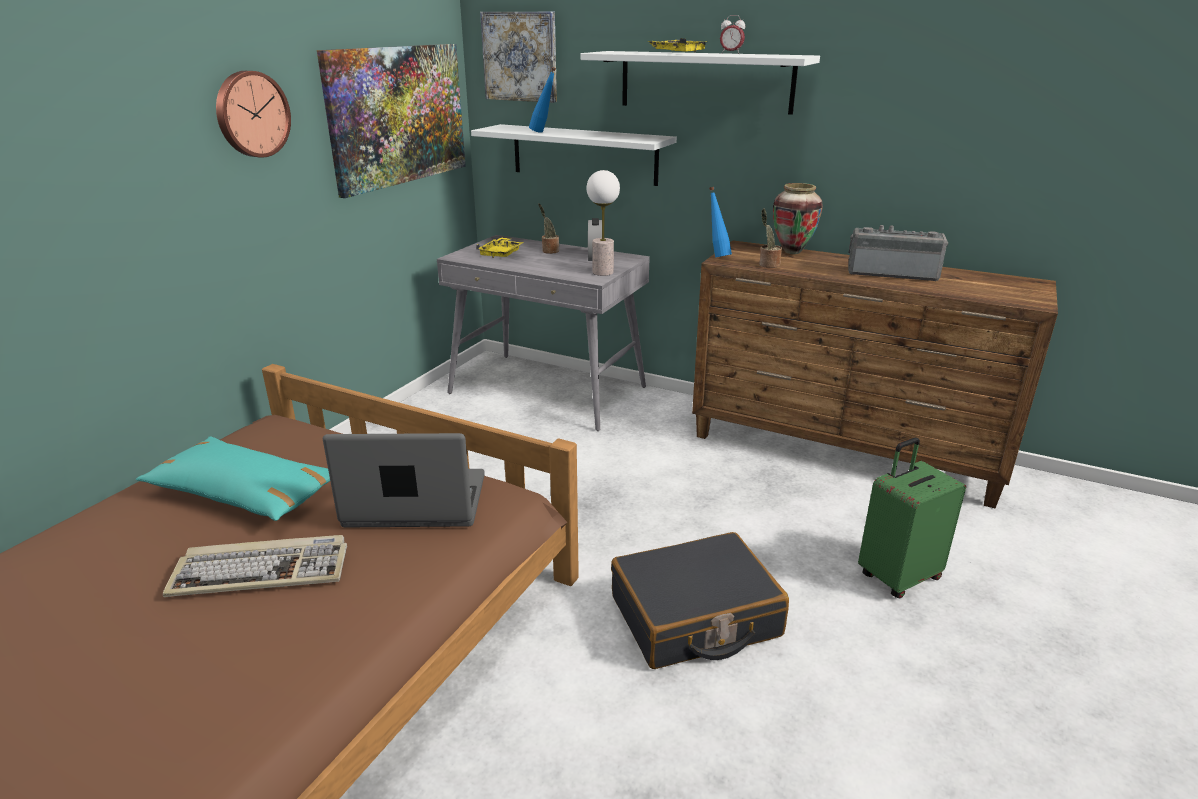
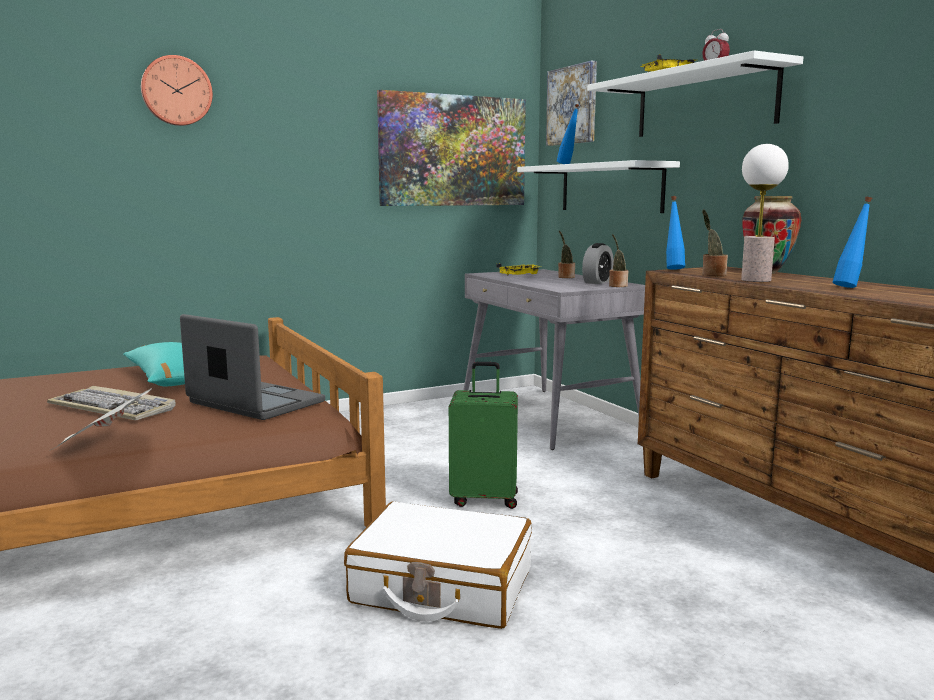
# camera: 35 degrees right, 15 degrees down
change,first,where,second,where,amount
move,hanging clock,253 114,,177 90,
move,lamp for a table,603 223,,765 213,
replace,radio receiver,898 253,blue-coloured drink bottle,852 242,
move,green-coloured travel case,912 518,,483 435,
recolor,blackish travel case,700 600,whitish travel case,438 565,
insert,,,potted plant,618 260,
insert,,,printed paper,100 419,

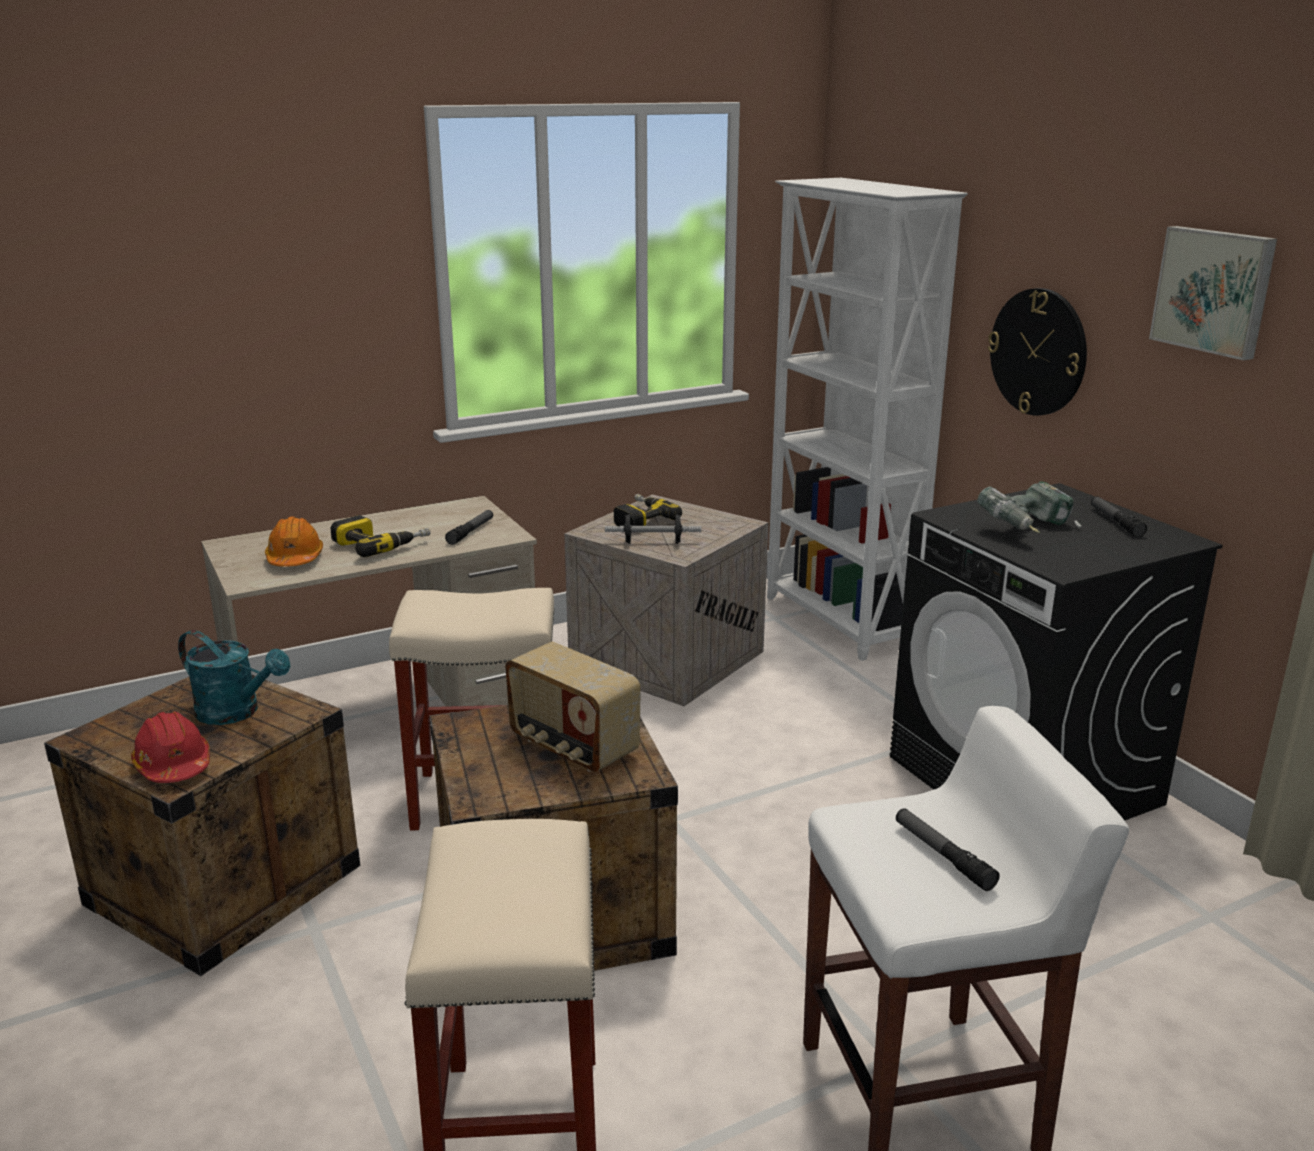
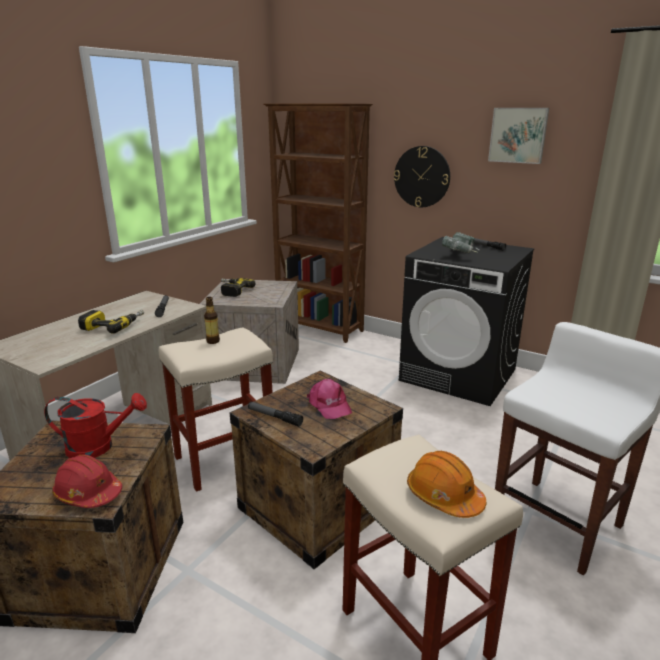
# camera: 30 degrees left, 0 degrees up
change,first,where,second,where,amount
recolor,whitish shelving unit,867 419,brown-coloured shelving unit,318 223,
delete,free weight,653 529,,,
move,orange hard hat,294 541,,446 484,
recolor,blue-green watering pot,234 677,reddish watering pot,95 425,
replace,radio receiver,573 707,pinkish peaked cap,329 399,
move,hand torch,948 849,,275 414,
insert,,,drink bottle,212 320,

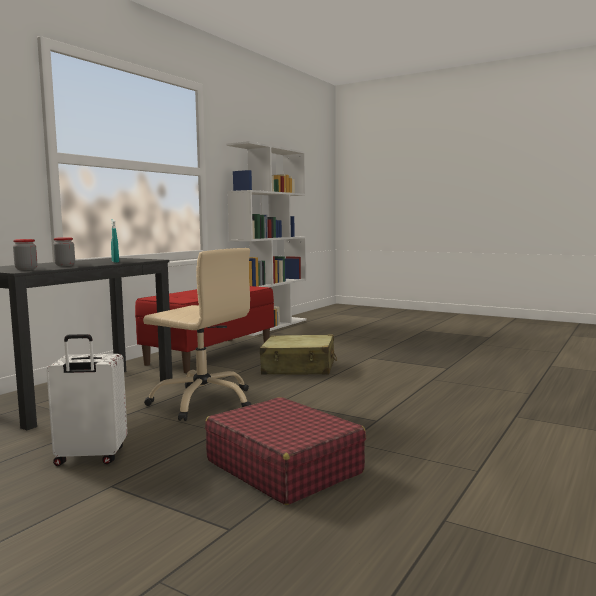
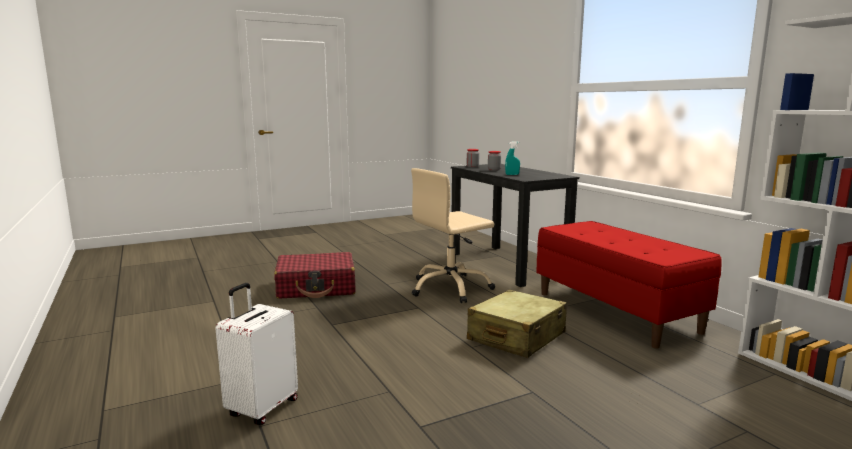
# camera: 120 degrees right, 5 degrees up
change,first,where,second,where,amount
move,whitish travel case,86 400,,256 354,

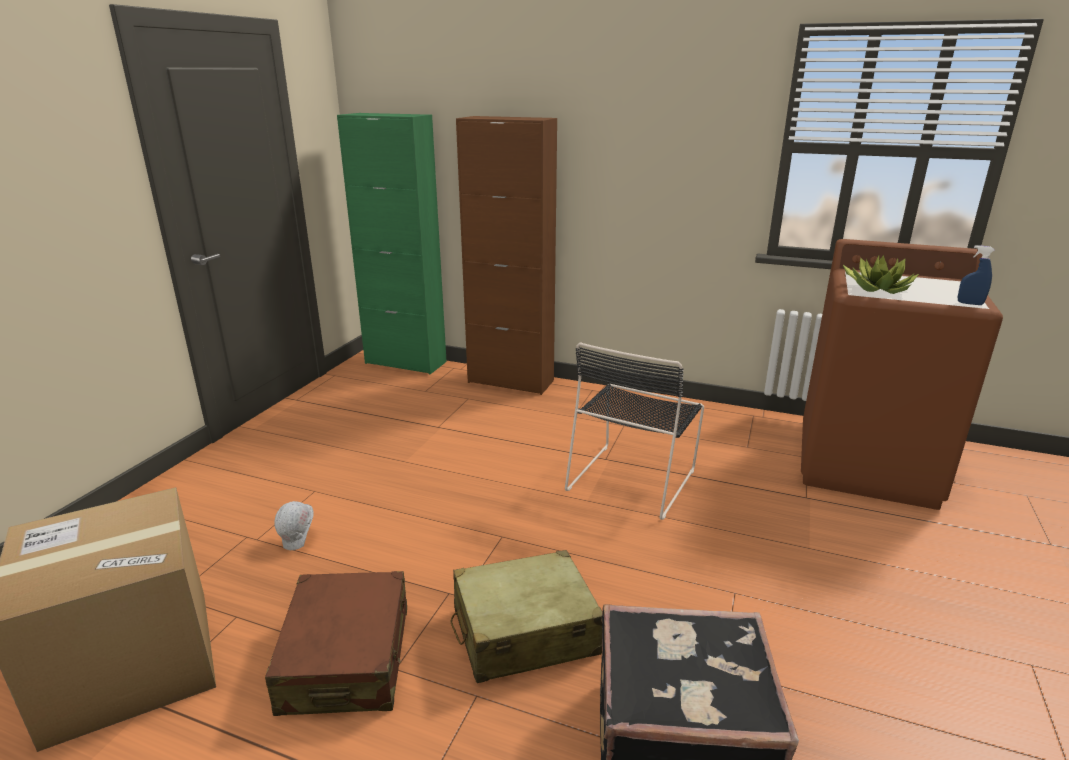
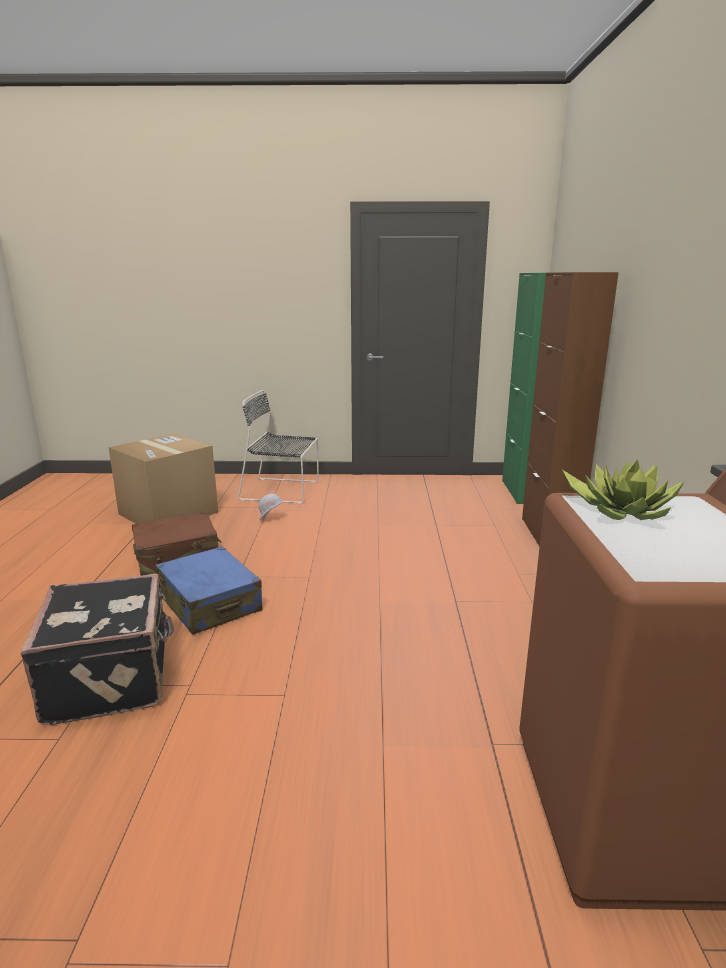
# camera: 70 degrees right, 5 degrees down
change,first,where,second,where,amount
delete,blue-coloured sprayer,976 275,,,
move,blackish chair,634 431,,278 447,
recolor,beige-coloured travel case,526 616,blue-coloured travel case,208 590,

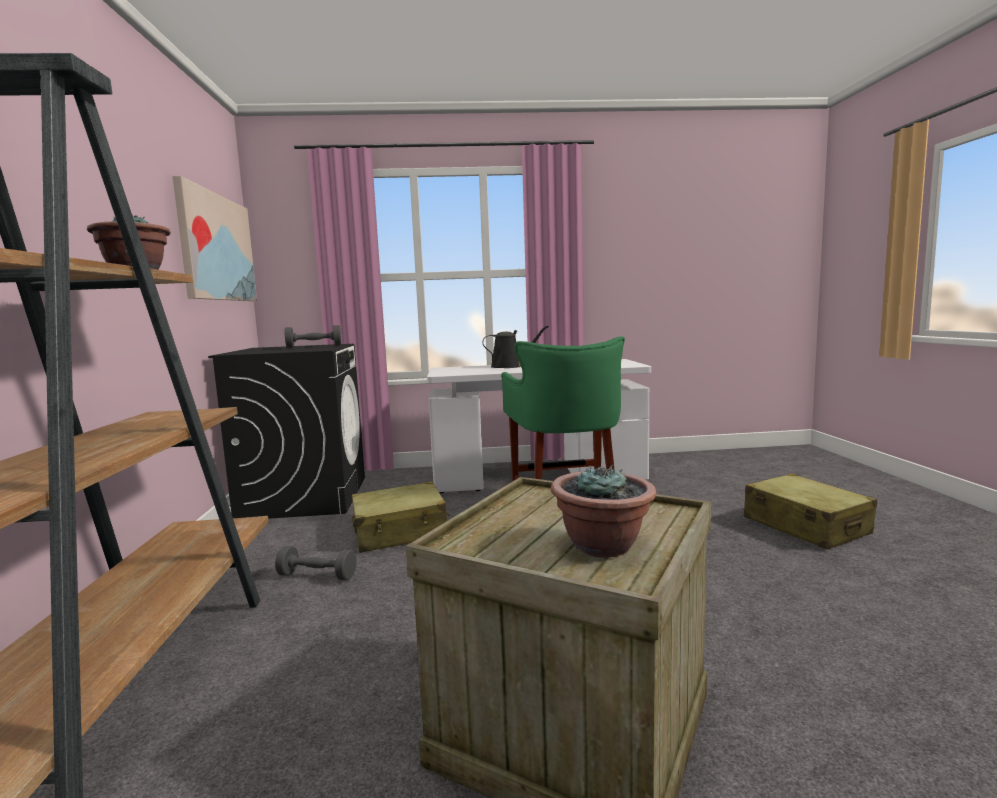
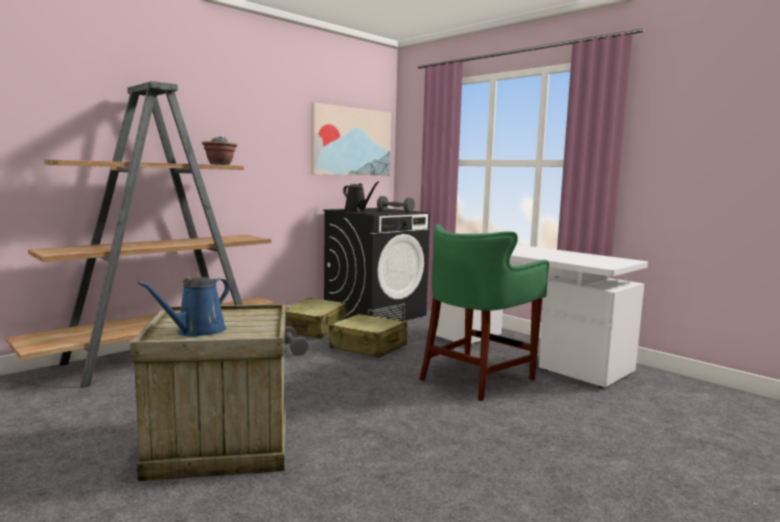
# camera: 50 degrees right, 0 degrees up
change,first,where,second,where,amount
move,blackish watering pot,515 347,,361 197,
replace,potted plant,603 511,blue-coloured watering pot,184 307,
move,beige-coloured travel case,810 511,,316 318,

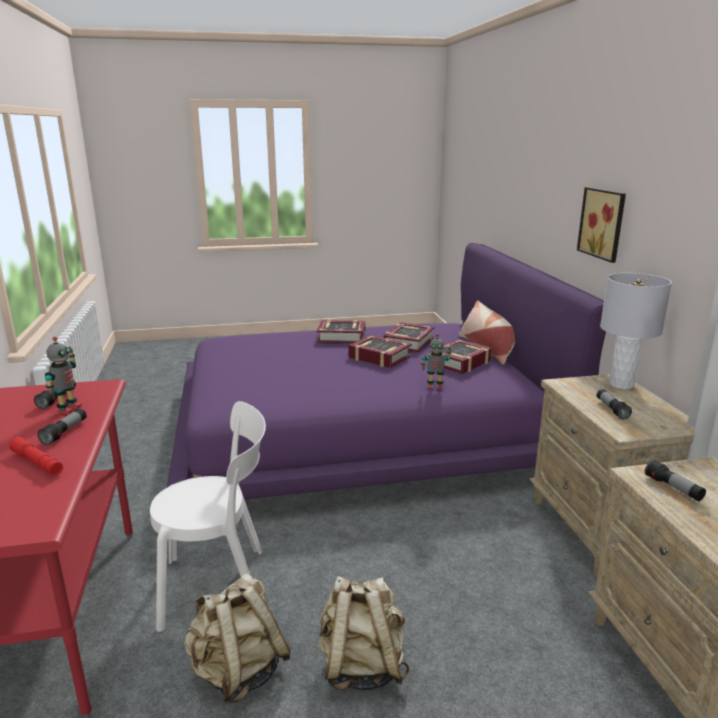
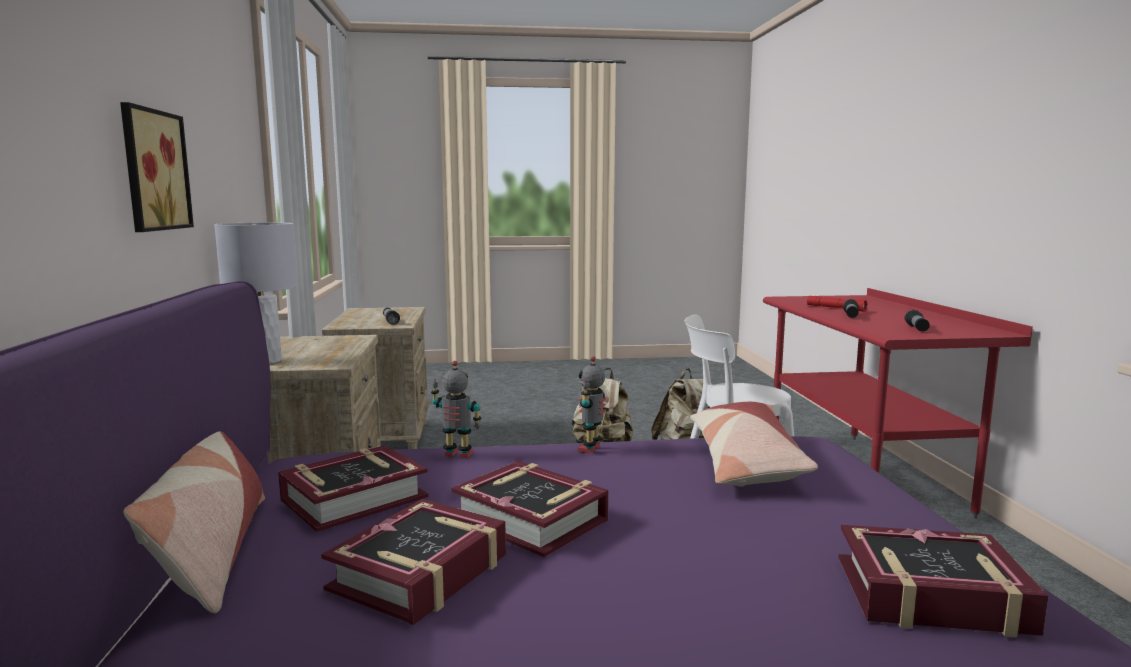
# camera: 175 degrees left, 10 degrees down
change,first,where,second,where,amount
move,volume,341 331,,943 581,
move,toy robot,63 375,,592 404,
delete,hand torch,614 404,,,
insert,,,pillow,754 444,

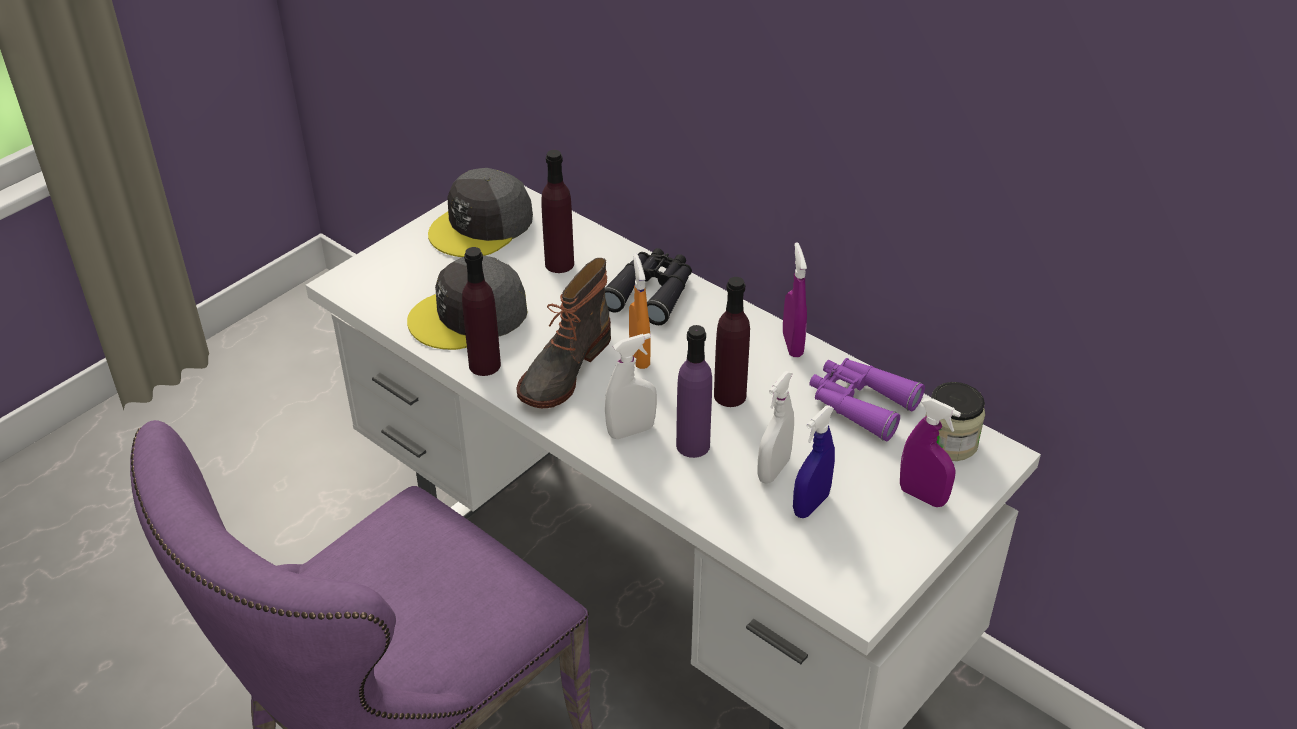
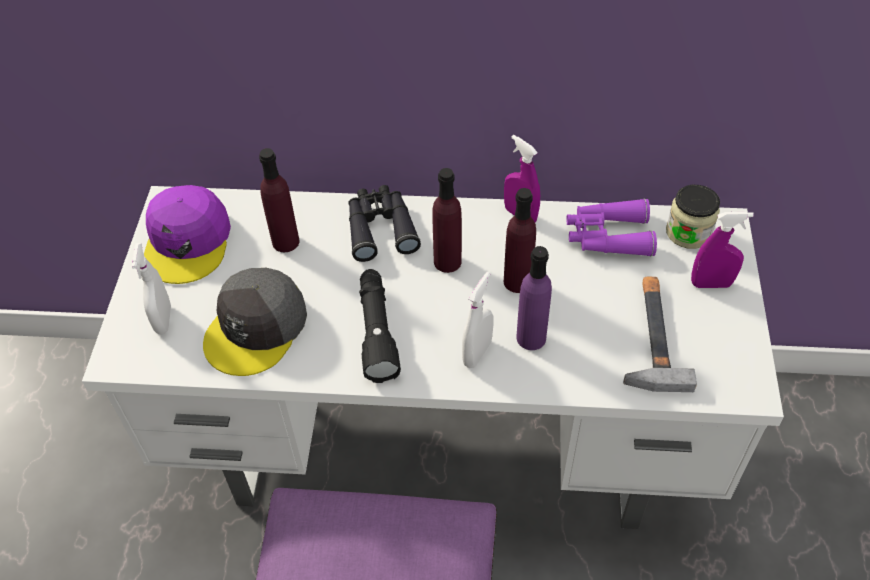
# camera: 35 degrees left, 10 degrees up
change,first,where,second,where,amount
recolor,greyish peaked cap,480 212,purple-coloured peaked cap,187 234,
move,purple-coloured drink bottle,481 311,,447 220,
delete,orange sprayer,639 311,,,
replace,high-top boot,563 333,blackish hand torch,380 326,
move,whitish sprayer,775 427,,151 288,
replace,blue-coloured sprayer,814 461,hand hammer,660 334,

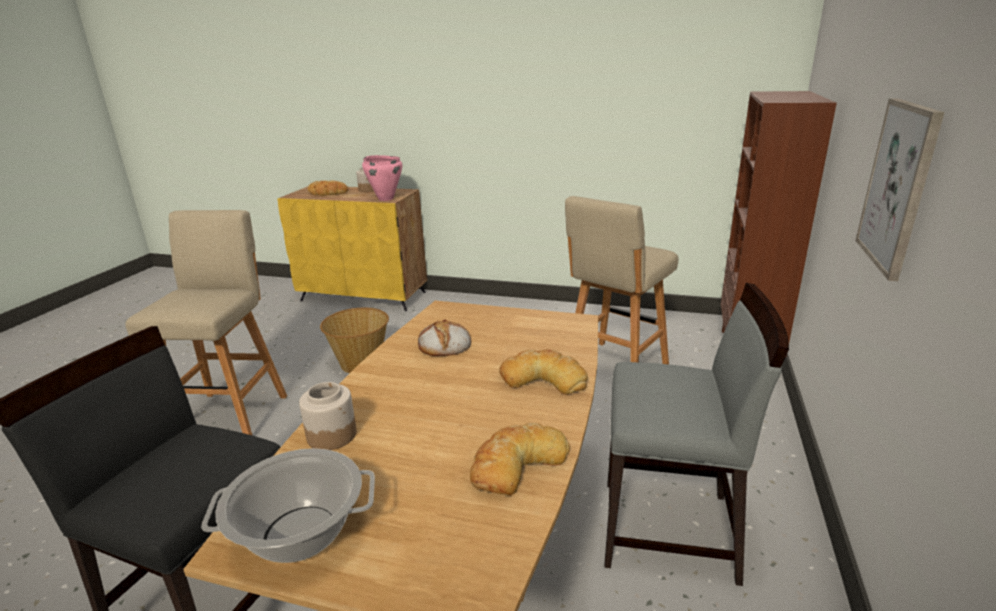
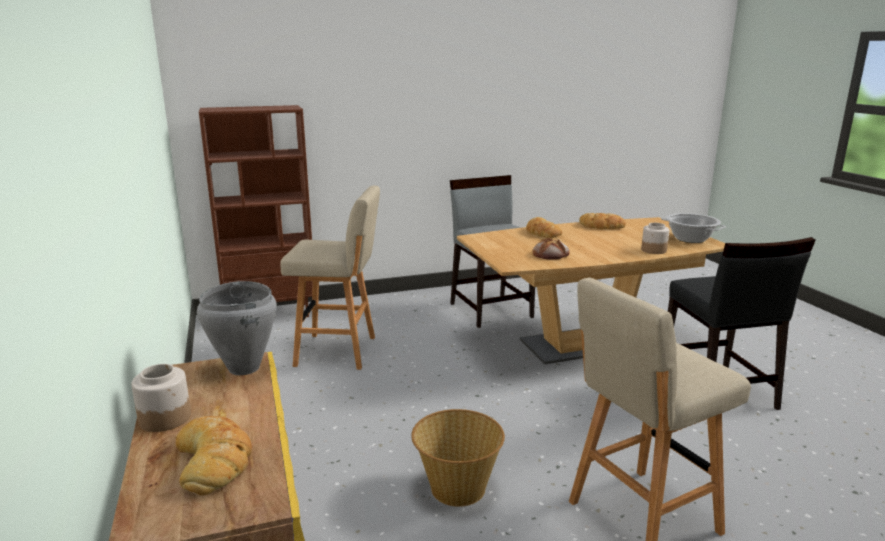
# camera: 125 degrees left, 5 degrees down
change,first,where,second,where,amount
delete,wall picture,900 189,,,
recolor,pinkish stockpot,382 178,greyish stockpot,237 328,

